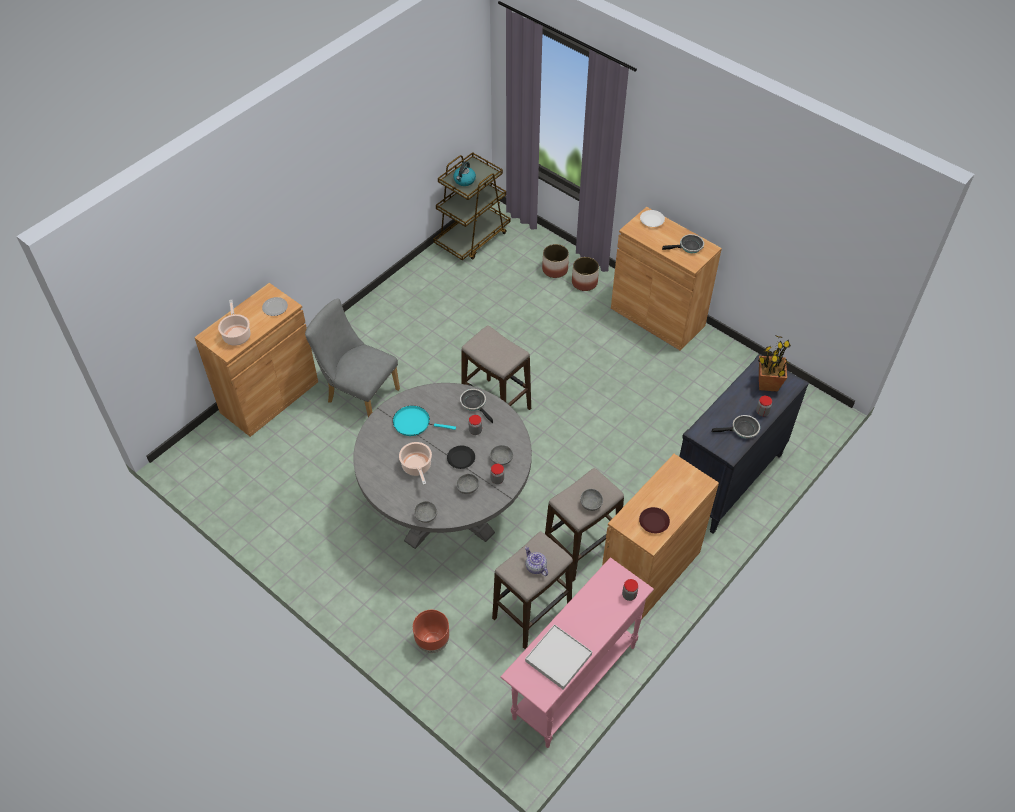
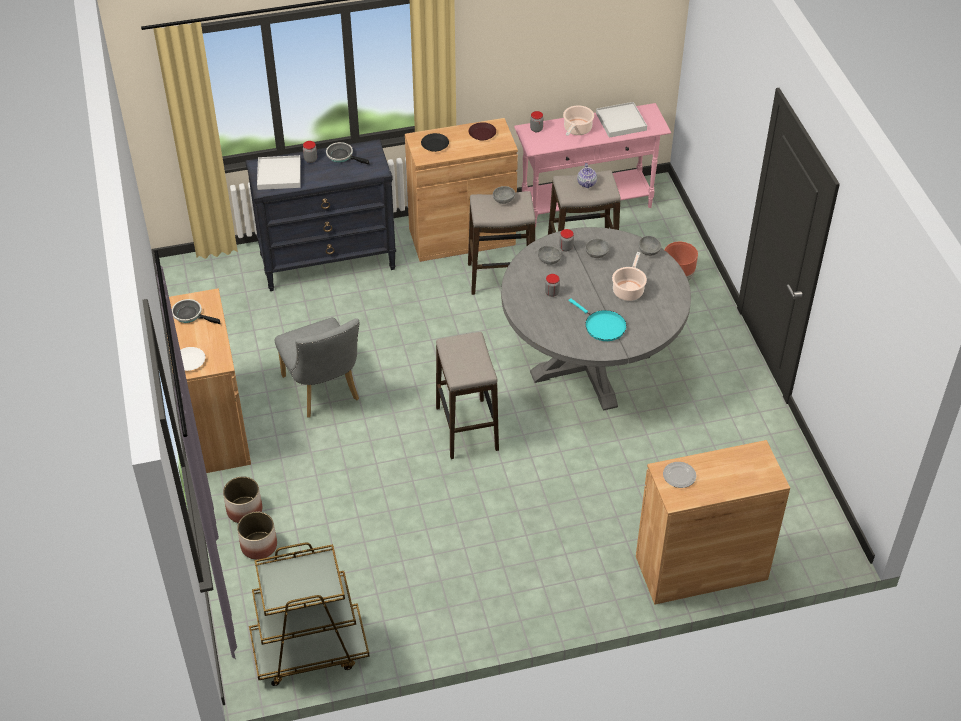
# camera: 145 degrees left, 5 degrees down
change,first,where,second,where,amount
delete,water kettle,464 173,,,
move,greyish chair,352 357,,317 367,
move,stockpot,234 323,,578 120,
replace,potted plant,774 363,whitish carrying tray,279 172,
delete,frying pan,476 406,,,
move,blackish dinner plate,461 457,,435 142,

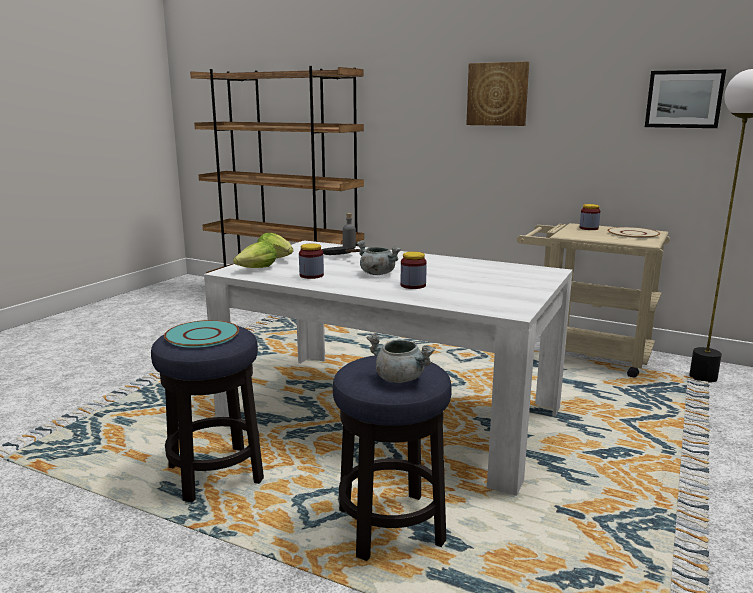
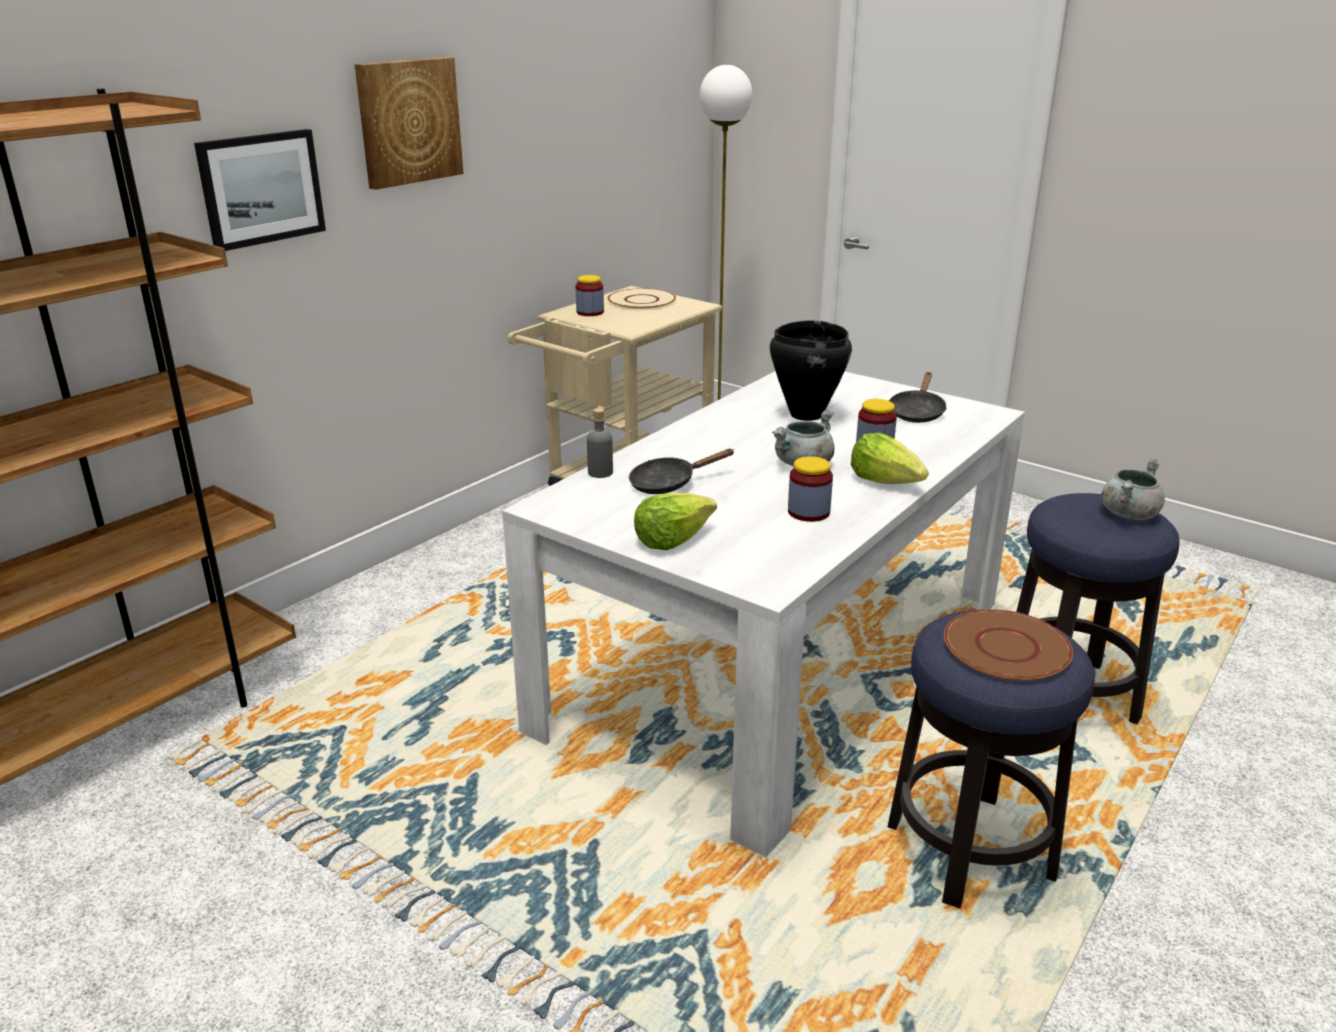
# camera: 80 degrees left, 10 degrees up
change,first,where,second,where,amount
move,wall picture,685 98,,260 190,
move,head of lettuce,255 254,,890 458,
recolor,blue-green dinner plate,201 334,brown-coloured dinner plate,1008 645,
insert,,,blackish stockpot,811 370,
insert,,,blackish frying pan,917 397,

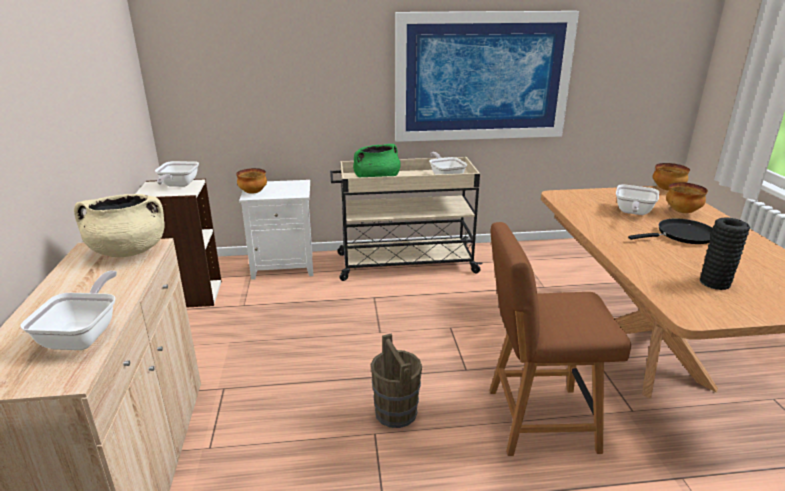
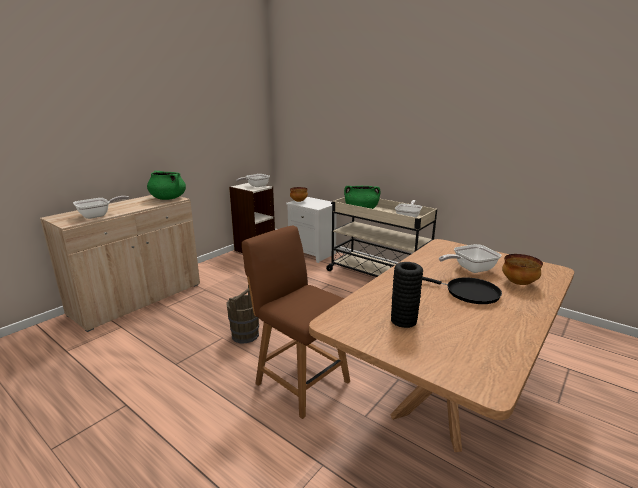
# camera: 45 degrees right, 5 degrees down
change,first,where,second,where,amount
delete,wall picture,487 76,,,
delete,bowl,671 177,,,
recolor,beige-coloured stockpot,119 225,green-coloured stockpot,166 185,

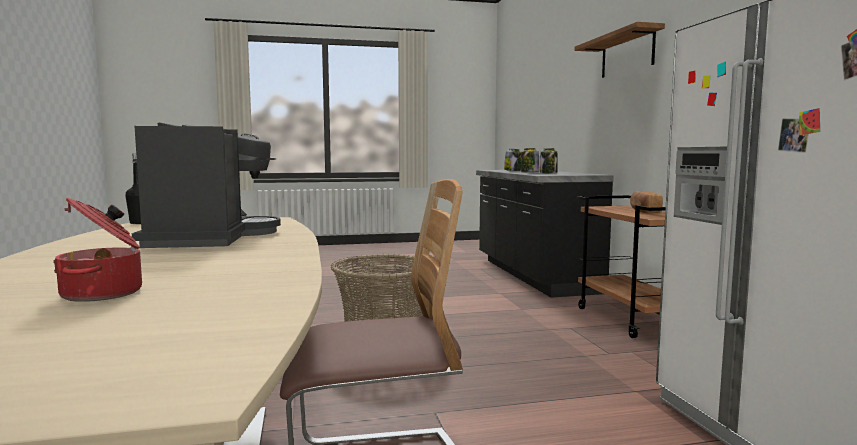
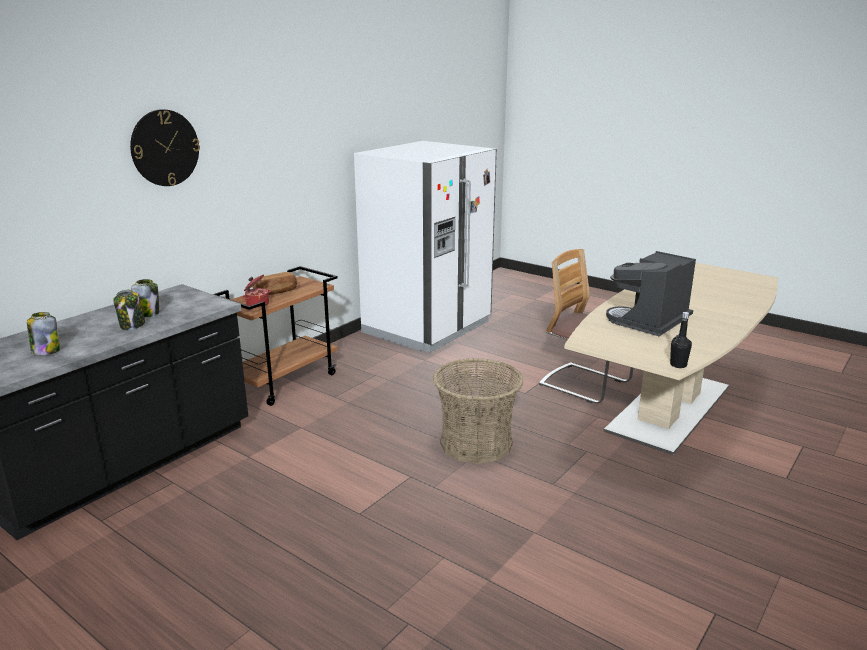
# camera: 130 degrees left, 15 degrees up
change,first,where,second,where,amount
replace,wall shelf,619 50,hanging clock,165 147,
move,stockpot,97 250,,256 291,

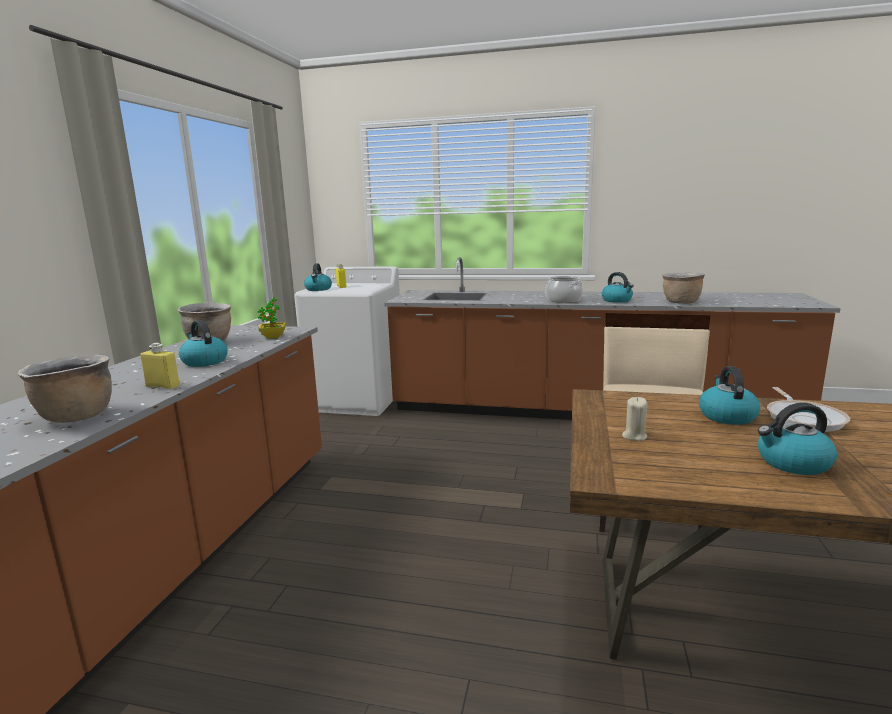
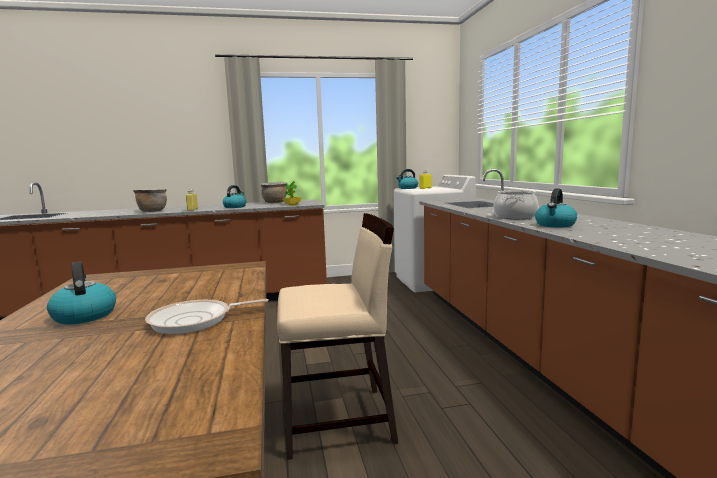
# camera: 65 degrees right, 5 degrees down
change,first,where,second,where,amount
delete,brown-coloured stockpot,683 288,,,
delete,water kettle,729 395,,,
delete,beige-coloured wax candle,634 419,,,

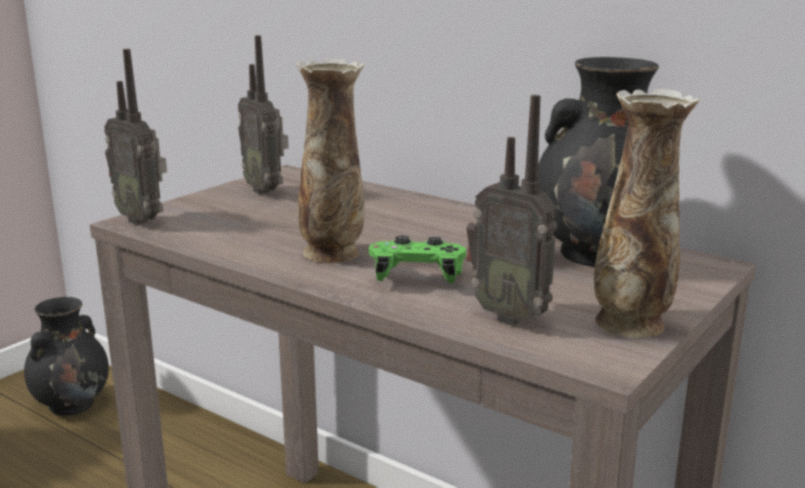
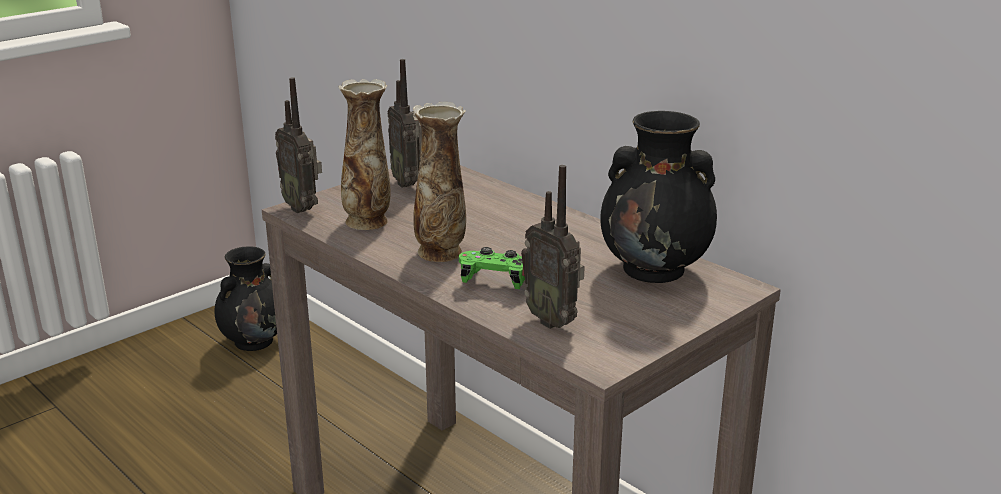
# camera: 10 degrees right, 5 degrees up
change,first,where,second,where,amount
move,flower vase,647 213,,364 154,

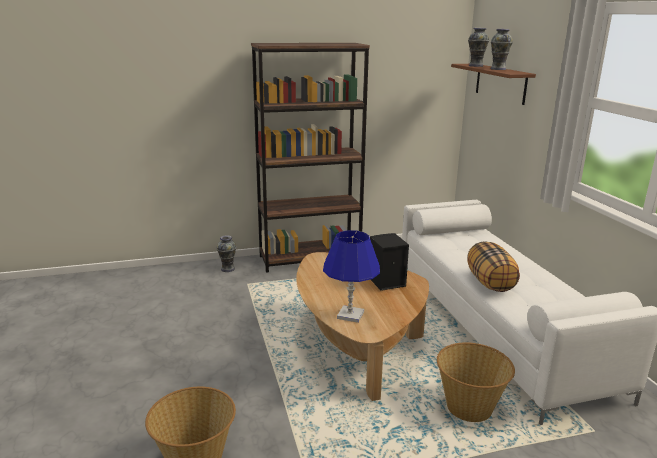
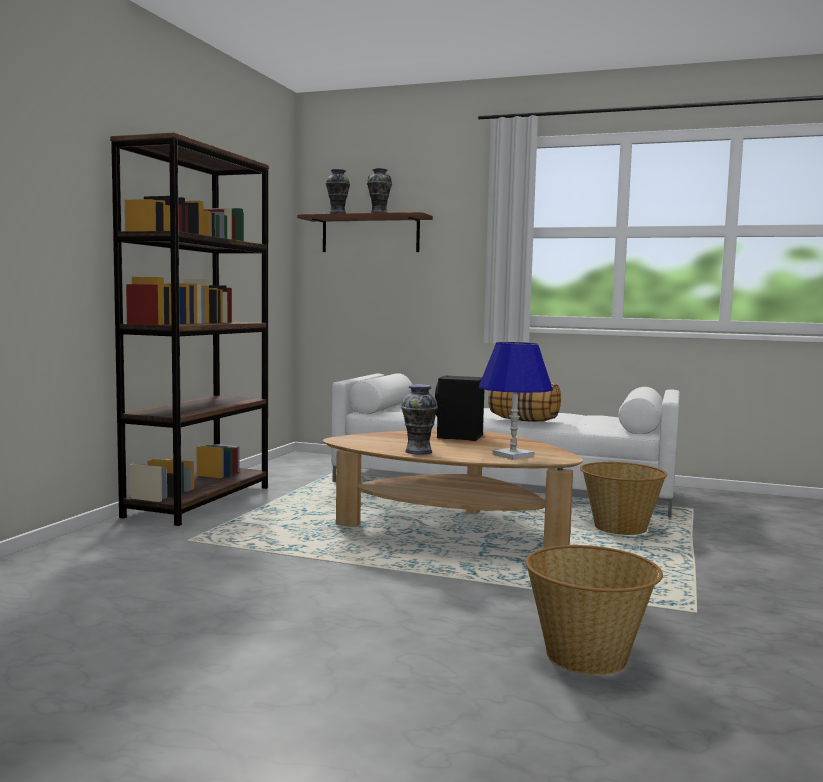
# camera: 55 degrees left, 15 degrees down
change,first,where,second,where,amount
move,flower vase,226 253,,419 420,

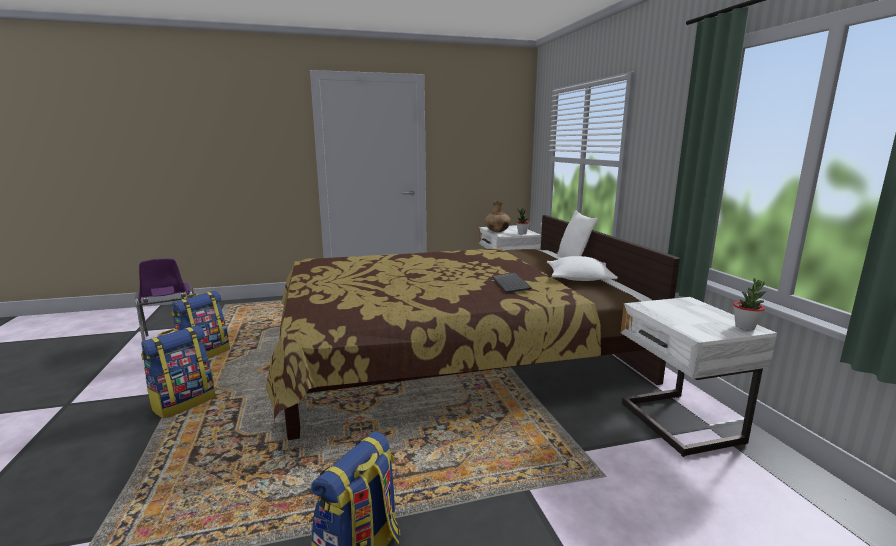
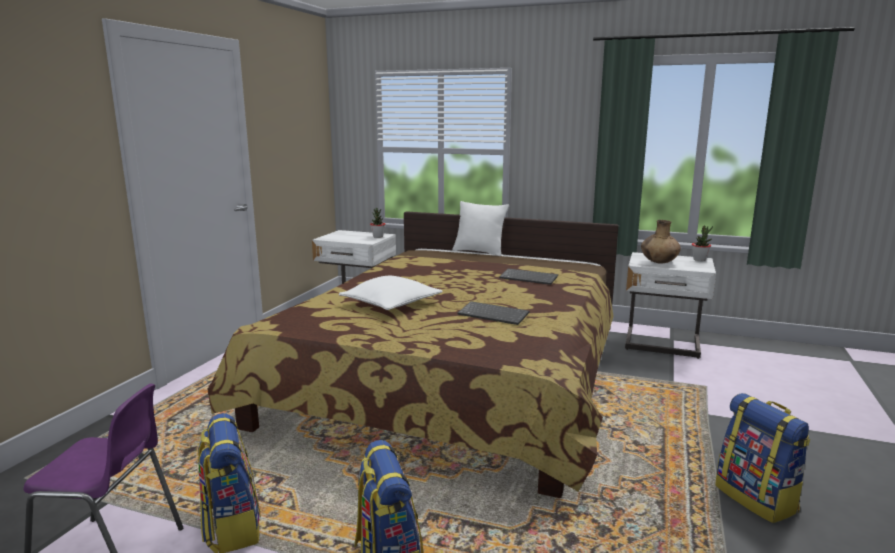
# camera: 55 degrees left, 0 degrees up
change,first,where,second,where,amount
move,brown-coloured flower vase,498 216,,661 241,
move,whitish pillow,582 268,,390 293,
insert,,,computer keyboard,493 313,

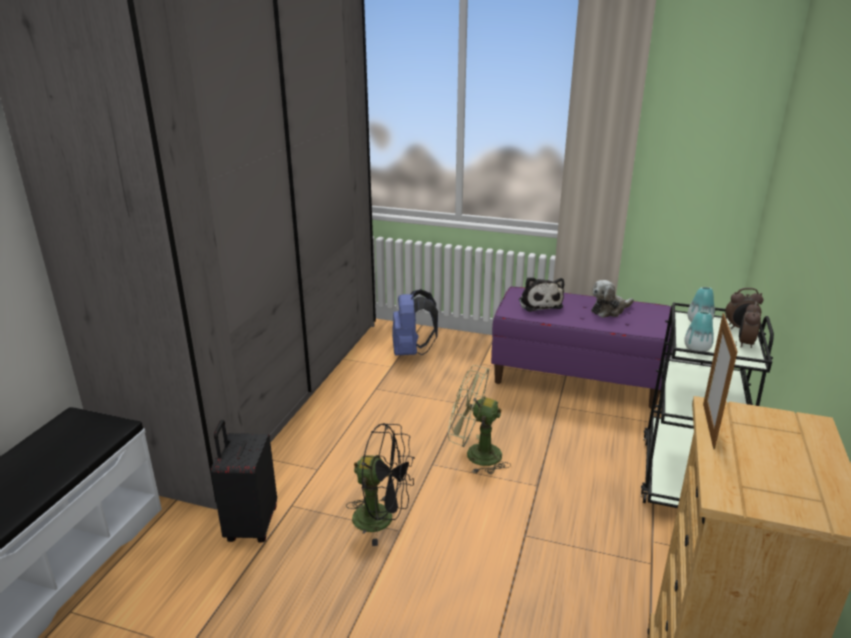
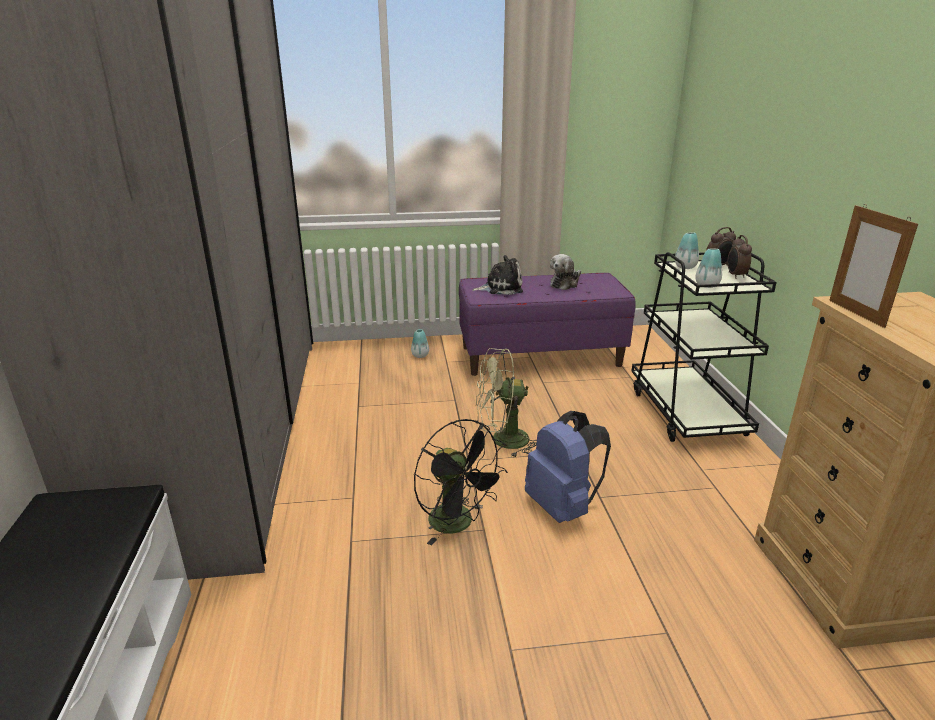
# camera: 25 degrees left, 0 degrees up
change,first,where,second,where,amount
rotate,soft toy,541 294,,497 275,60 degrees counterclockwise
move,blue-coloured backpack,415 322,,568 467,
delete,blackish travel case,244 481,,,
rotate,blackish fan,380 484,,461 482,60 degrees clockwise
insert,,,flower vase,420 343,

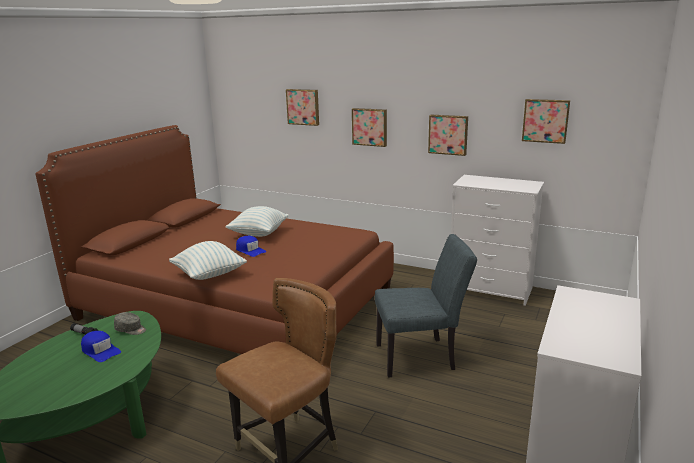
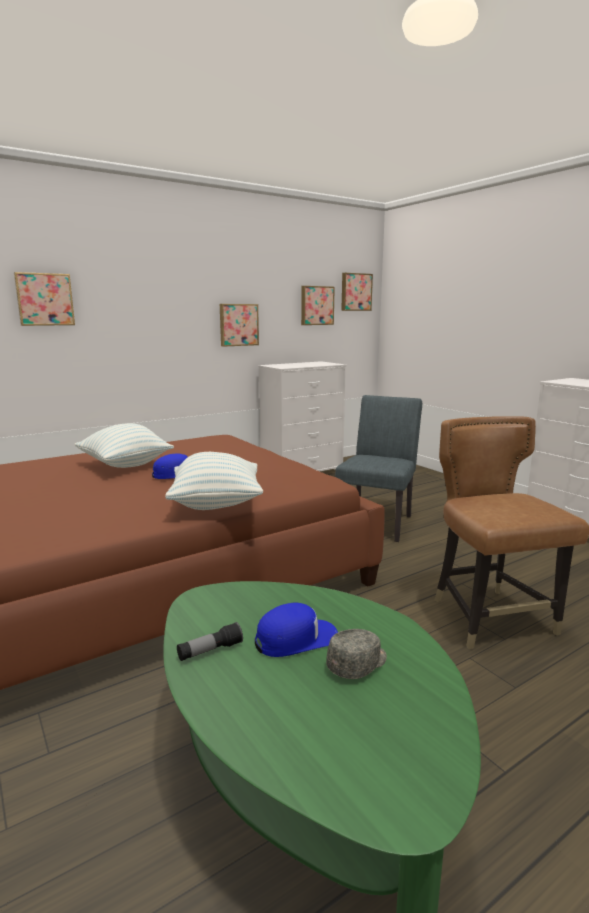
# camera: 60 degrees left, 5 degrees down
change,first,where,second,where,amount
move,wall picture,369 127,,357 292,
move,greyish peaked cap,130 323,,356 654,

